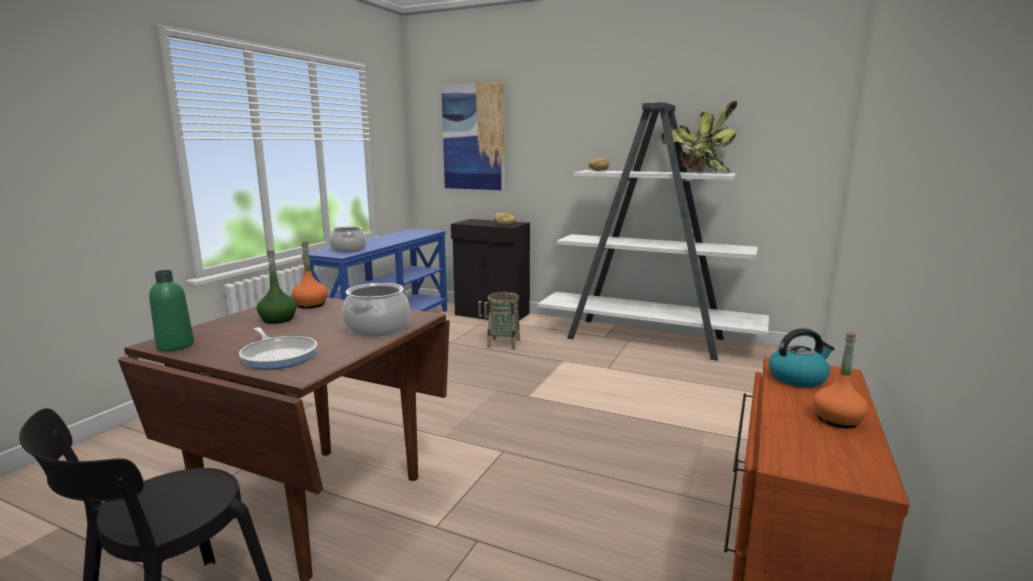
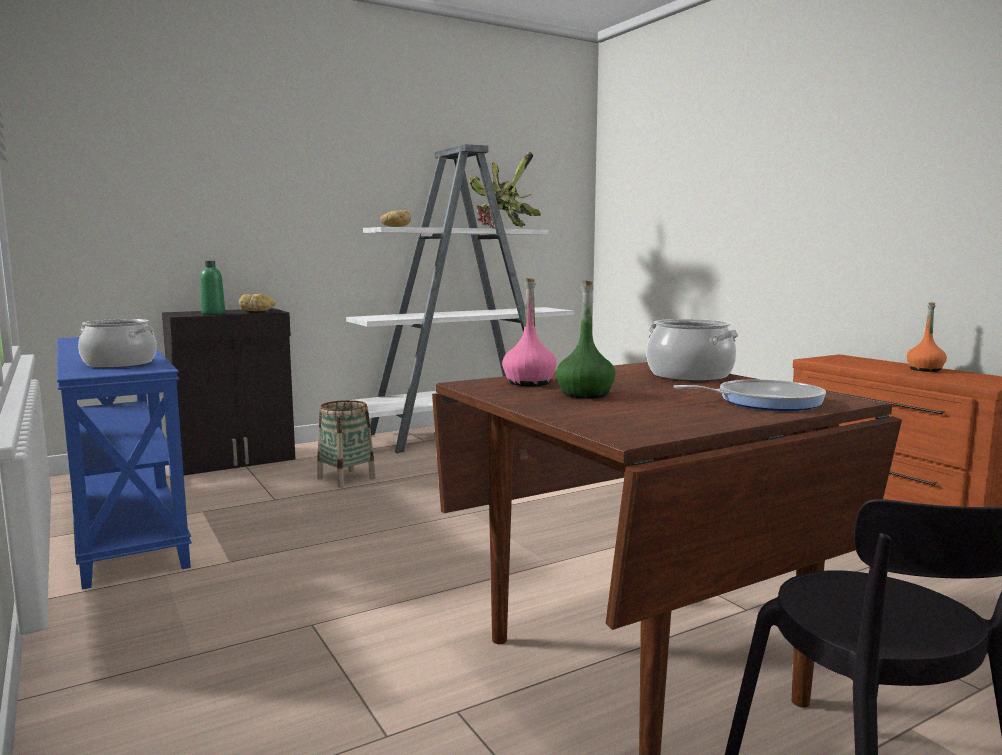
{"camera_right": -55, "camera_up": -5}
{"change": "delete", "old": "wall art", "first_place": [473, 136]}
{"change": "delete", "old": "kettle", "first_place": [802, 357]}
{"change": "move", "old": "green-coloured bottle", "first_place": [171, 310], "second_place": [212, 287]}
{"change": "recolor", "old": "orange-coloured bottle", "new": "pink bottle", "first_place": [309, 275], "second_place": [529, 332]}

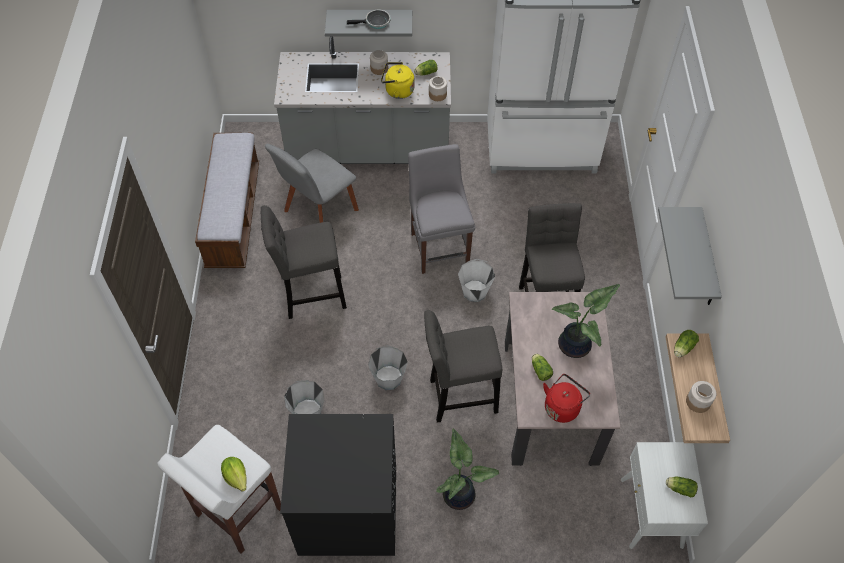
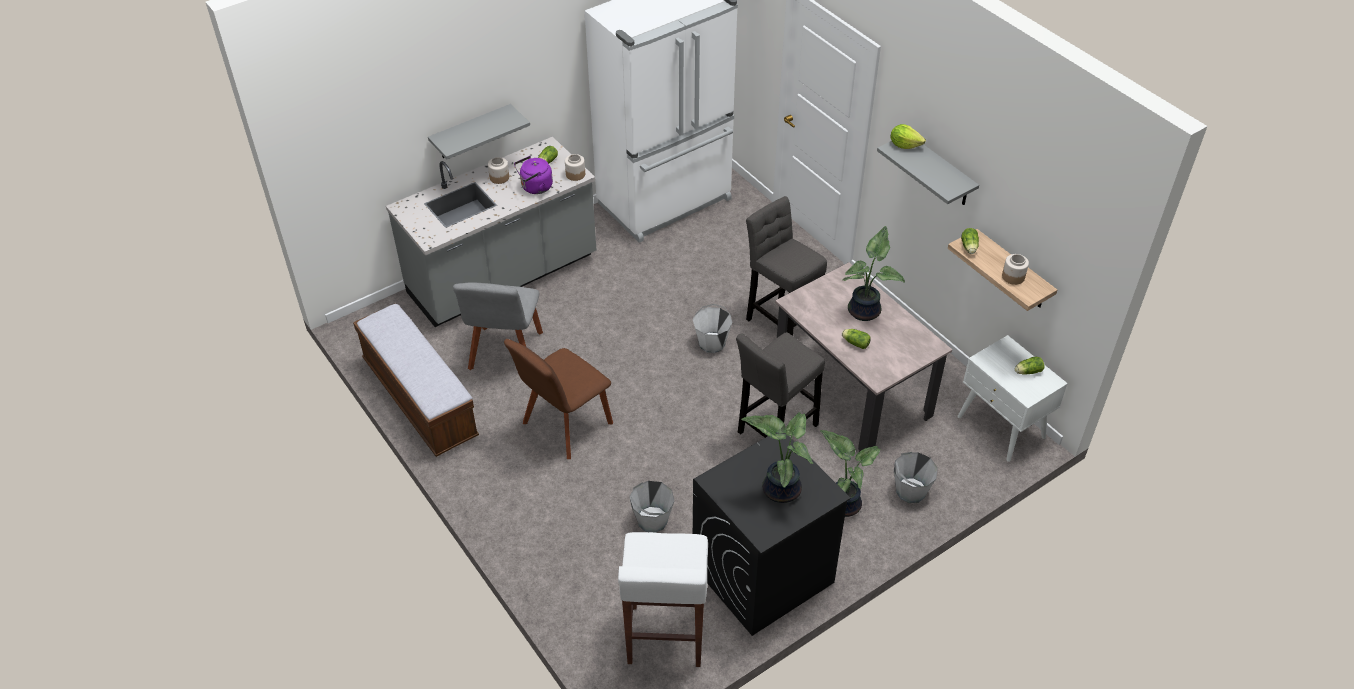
{"camera_right": -35, "camera_up": -10}
{"change": "delete", "old": "skillet", "first_place": [369, 19]}
{"change": "delete", "old": "gray upright chair", "first_place": [441, 209]}
{"change": "delete", "old": "reddish kettle", "first_place": [566, 398]}
{"change": "insert", "new": "potted plant", "second_place": [777, 457]}
{"change": "move", "old": "head of lettuce", "first_place": [234, 474], "second_place": [908, 136]}
{"change": "move", "old": "gray bucket", "first_place": [388, 367], "second_place": [916, 477]}
{"change": "replace", "old": "gray stool seat", "new": "brown upright chair", "first_place": [304, 262], "second_place": [558, 399]}
{"change": "recolor", "old": "yellow-coloured kettle", "new": "purple-coloured kettle", "first_place": [397, 80], "second_place": [533, 175]}

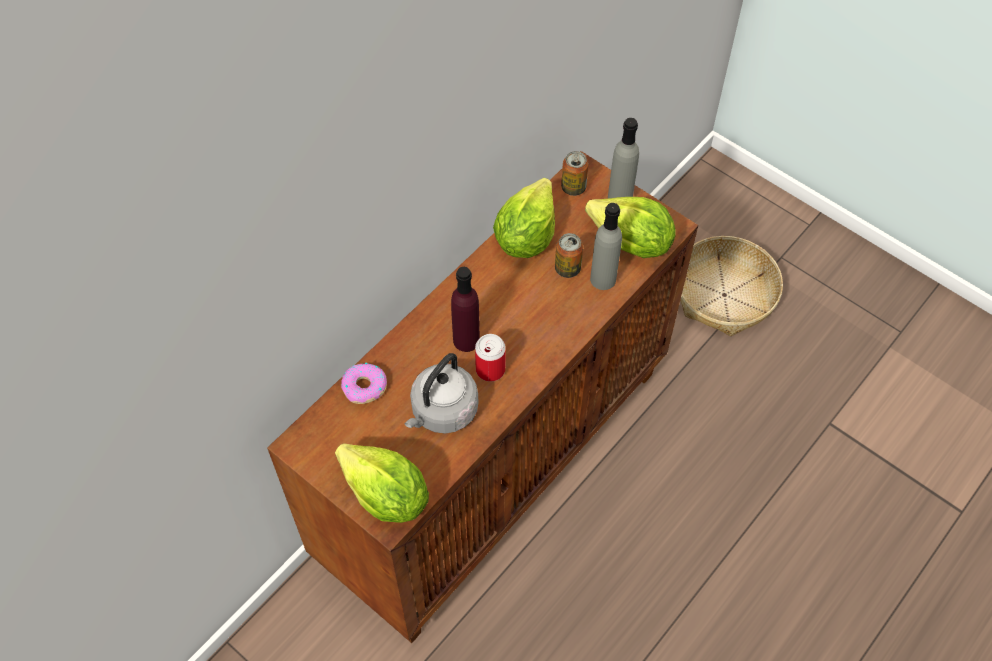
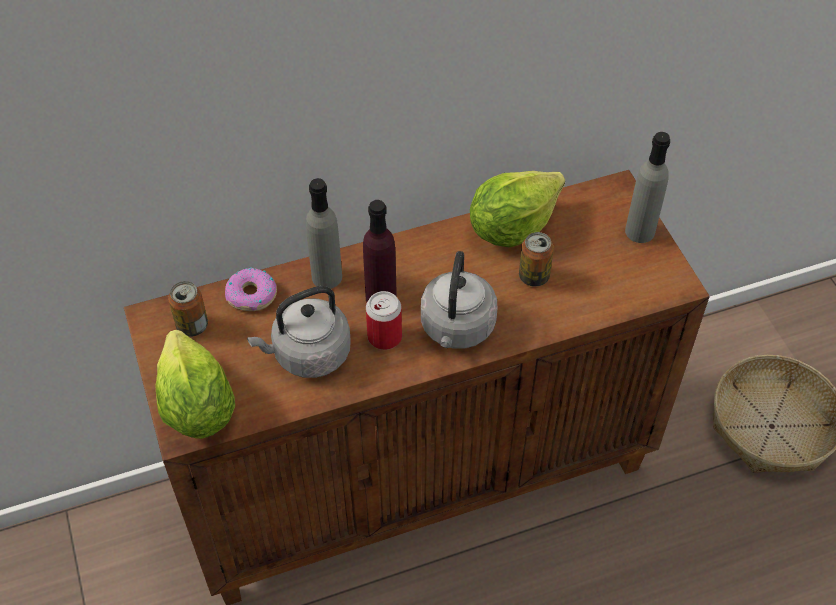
{"camera_right": 30, "camera_up": -5}
{"change": "delete", "old": "head of lettuce", "first_place": [630, 227]}
{"change": "insert", "new": "gray kettle", "second_place": [459, 300]}
{"change": "move", "old": "can", "first_place": [575, 173], "second_place": [188, 309]}
{"change": "move", "old": "gray bottle", "first_place": [606, 246], "second_place": [324, 233]}

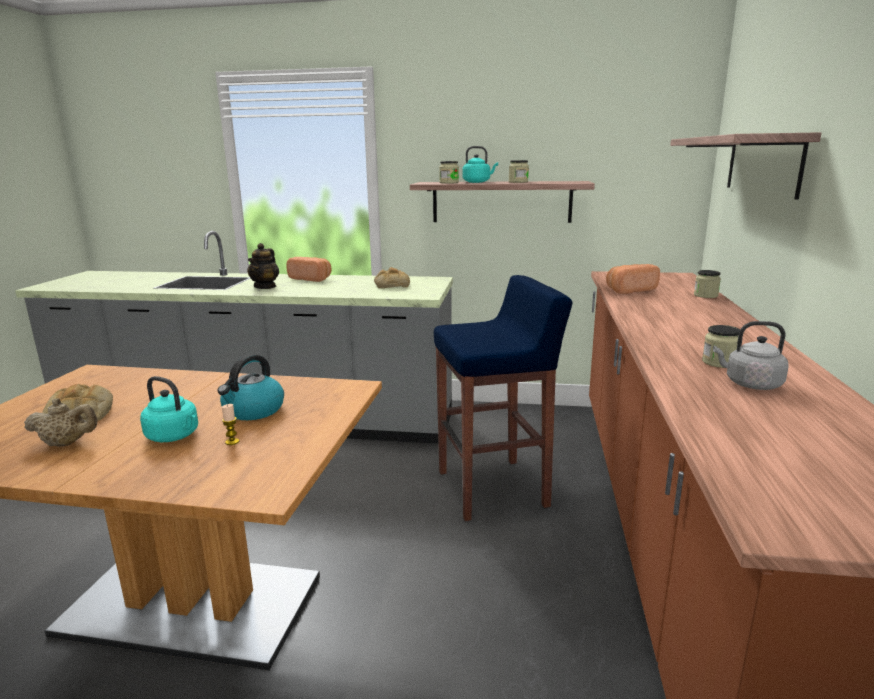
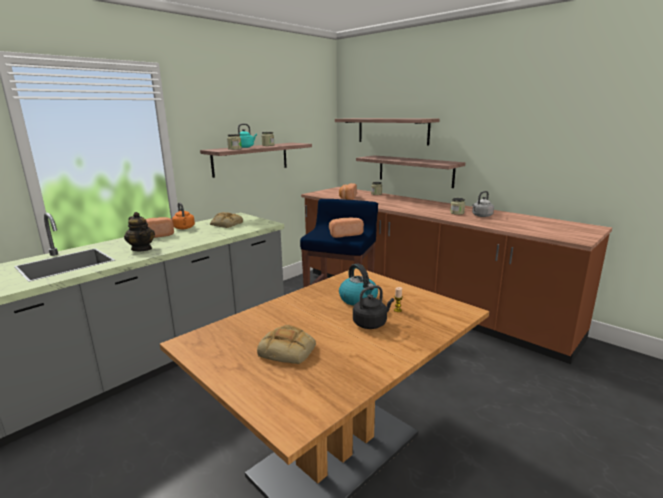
{"camera_right": -55, "camera_up": 0}
{"change": "delete", "old": "beige-coloured teapot", "first_place": [60, 422]}
{"change": "insert", "new": "orange-coloured kettle", "second_place": [183, 215]}
{"change": "insert", "new": "bakery bread", "second_place": [346, 227]}
{"change": "insert", "new": "shelf", "second_place": [410, 171]}
{"change": "recolor", "old": "blue-green kettle", "new": "blackish kettle", "first_place": [169, 409], "second_place": [373, 307]}

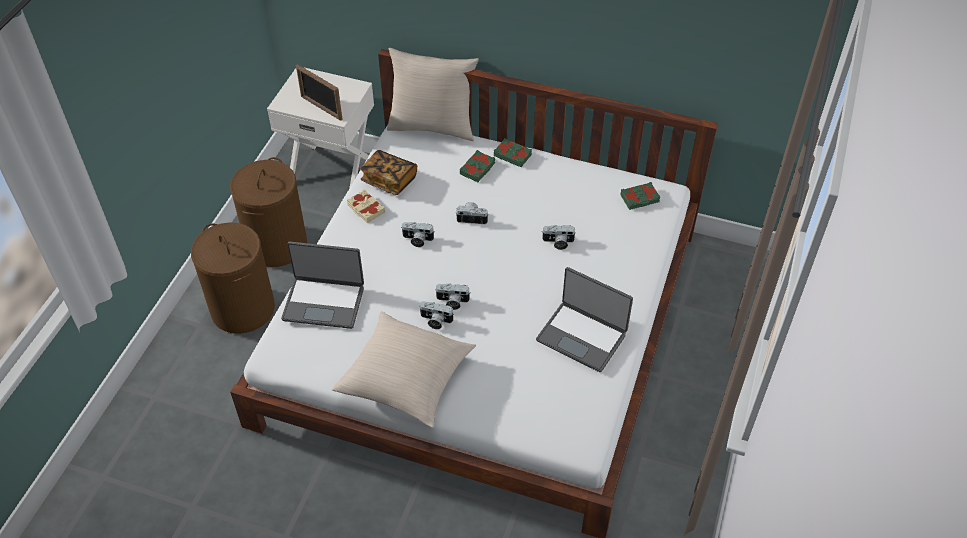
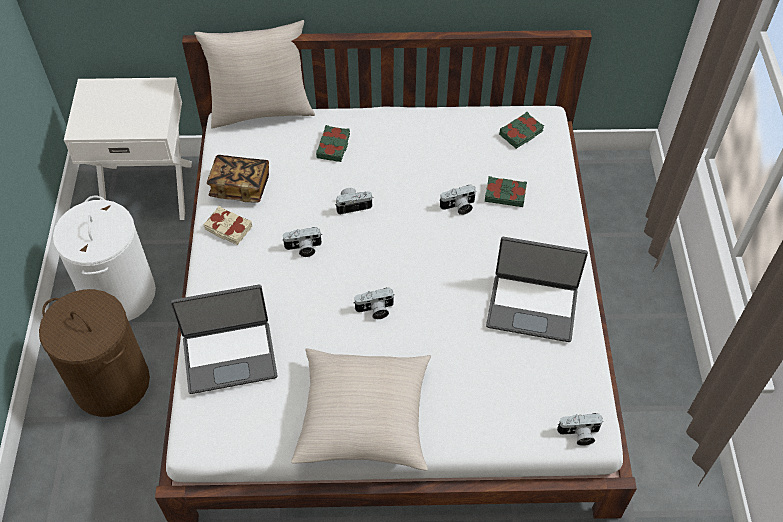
{"camera_right": -20, "camera_up": 5}
{"change": "delete", "old": "photo frame", "first_place": [319, 92]}
{"change": "move", "old": "still camera", "first_place": [436, 315], "second_place": [580, 429]}
{"change": "move", "old": "green-coloured volume", "first_place": [513, 152], "second_place": [506, 191]}
{"change": "recolor", "old": "brown laundry basket", "new": "whitish laundry basket", "first_place": [268, 212], "second_place": [104, 258]}

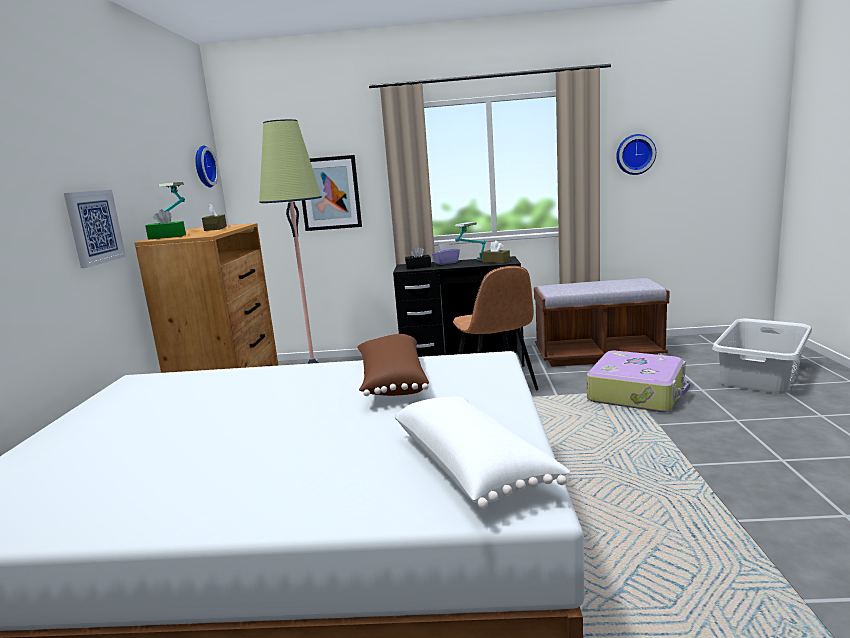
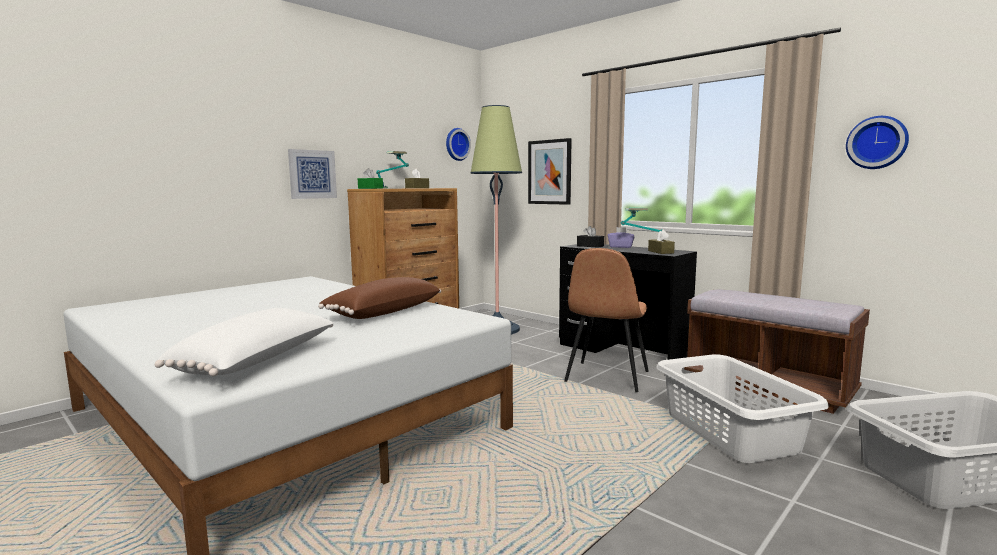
{"camera_right": 40, "camera_up": -5}
{"change": "replace", "old": "travel case", "new": "whitish laundry basket", "first_place": [638, 381], "second_place": [742, 408]}

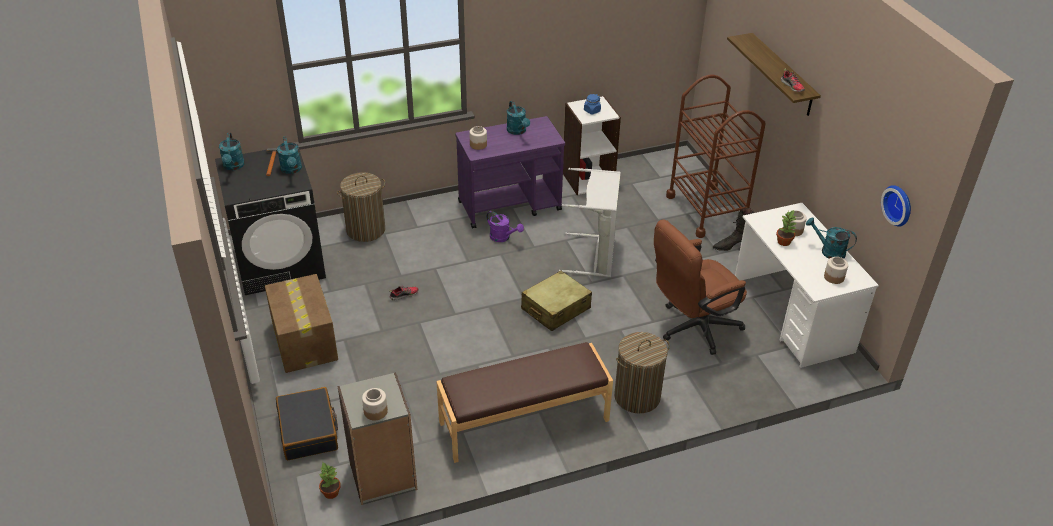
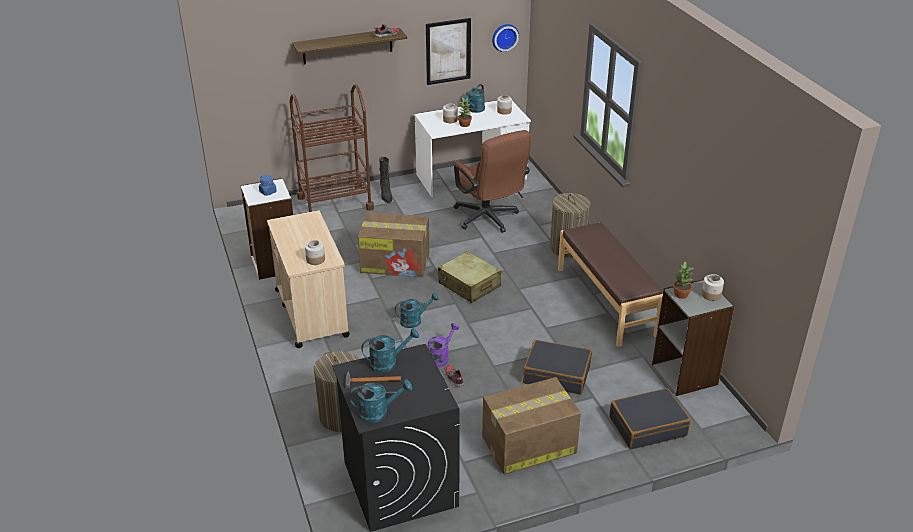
{"camera_right": -90, "camera_up": -5}
{"change": "insert", "new": "wall art", "second_place": [448, 51]}
{"change": "insert", "new": "blackish travel case", "second_place": [557, 367]}
{"change": "move", "old": "potted plant", "first_place": [330, 481], "second_place": [683, 280]}
{"change": "move", "old": "purple-coloured watering pot", "first_place": [505, 226], "second_place": [443, 345]}
{"change": "move", "old": "blue-green watering pot", "first_place": [518, 118], "second_place": [417, 310]}
{"change": "replace", "old": "gray laundry basket", "new": "cardboard box", "first_place": [590, 222], "second_place": [394, 244]}
{"change": "recolor", "old": "purple-coloured cart", "new": "beige-coloured cart", "first_place": [510, 172], "second_place": [308, 279]}

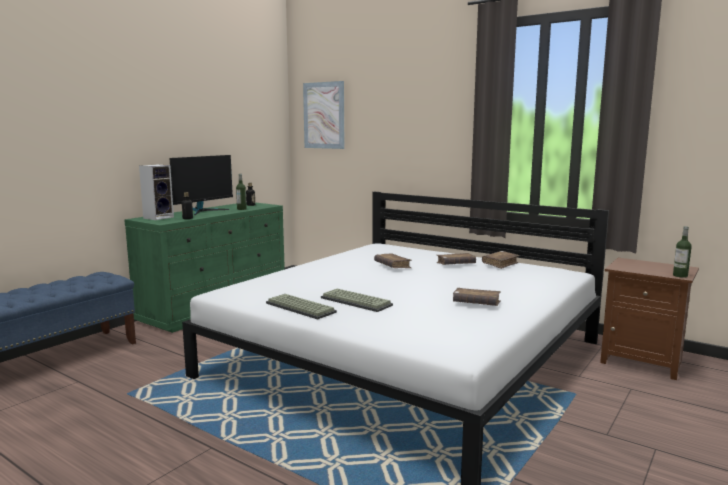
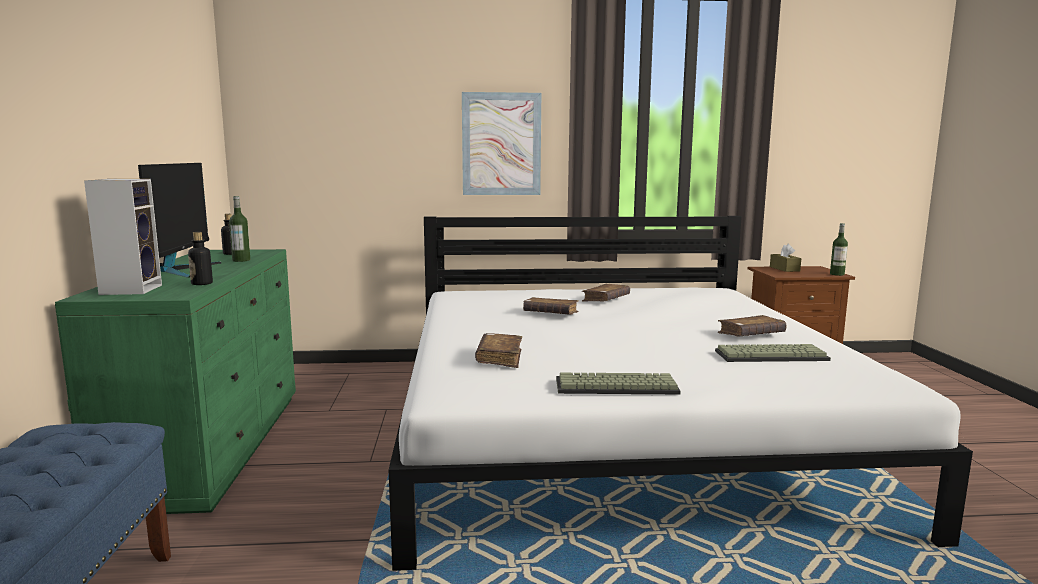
{"camera_right": -40, "camera_up": 0}
{"change": "insert", "new": "brown tissue box", "second_place": [785, 258]}
{"change": "move", "old": "wall art", "first_place": [323, 115], "second_place": [501, 143]}
{"change": "move", "old": "PC keyboard", "first_place": [357, 300], "second_place": [773, 353]}
{"change": "move", "old": "brown volume", "first_place": [500, 260], "second_place": [498, 350]}

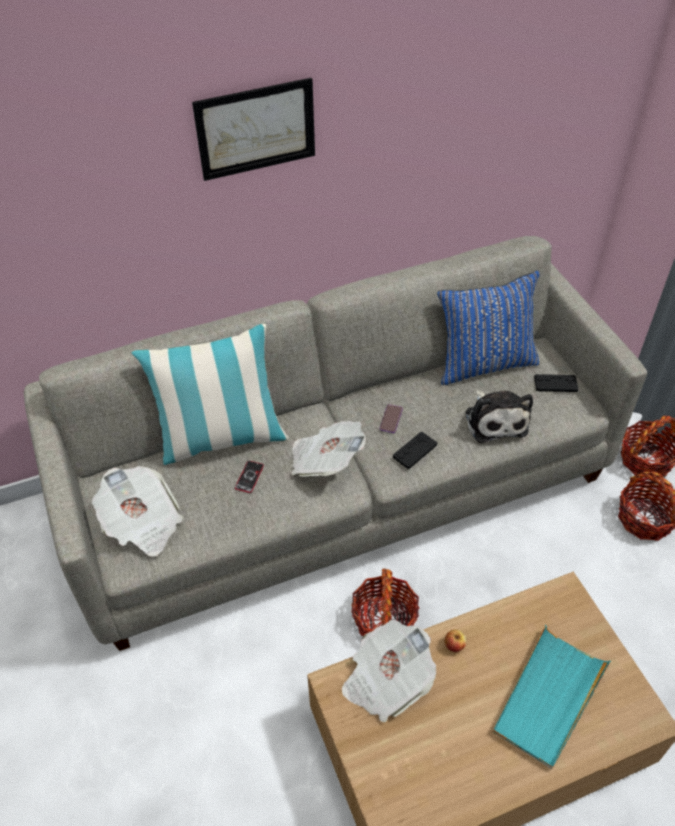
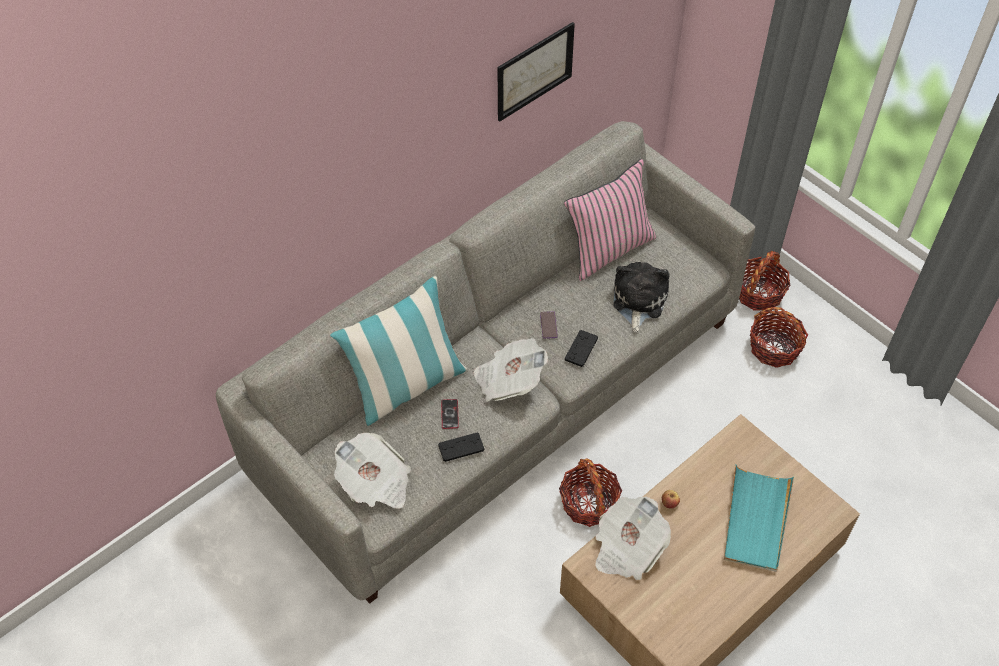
{"camera_right": -20, "camera_up": 5}
{"change": "move", "old": "wall art", "first_place": [253, 129], "second_place": [536, 72]}
{"change": "move", "old": "blackish game controller", "first_place": [556, 383], "second_place": [461, 447]}
{"change": "recolor", "old": "bluish pillow", "new": "pink pillow", "first_place": [488, 327], "second_place": [610, 220]}
{"change": "rotate", "old": "cuddly toy", "first_place": [499, 416], "second_place": [641, 297], "degrees": -135}

